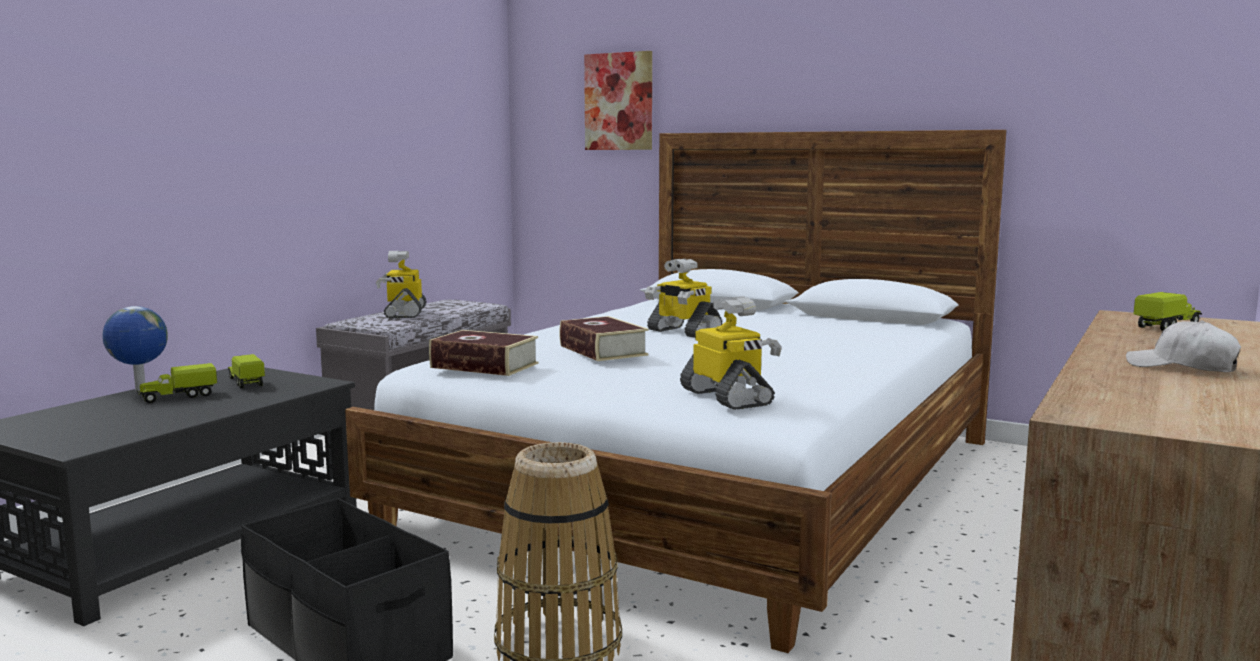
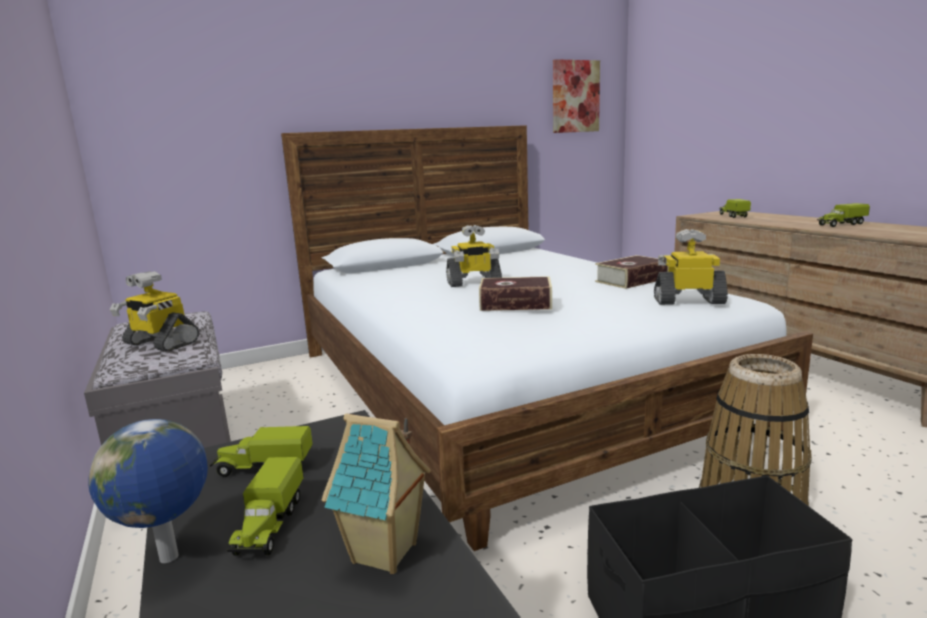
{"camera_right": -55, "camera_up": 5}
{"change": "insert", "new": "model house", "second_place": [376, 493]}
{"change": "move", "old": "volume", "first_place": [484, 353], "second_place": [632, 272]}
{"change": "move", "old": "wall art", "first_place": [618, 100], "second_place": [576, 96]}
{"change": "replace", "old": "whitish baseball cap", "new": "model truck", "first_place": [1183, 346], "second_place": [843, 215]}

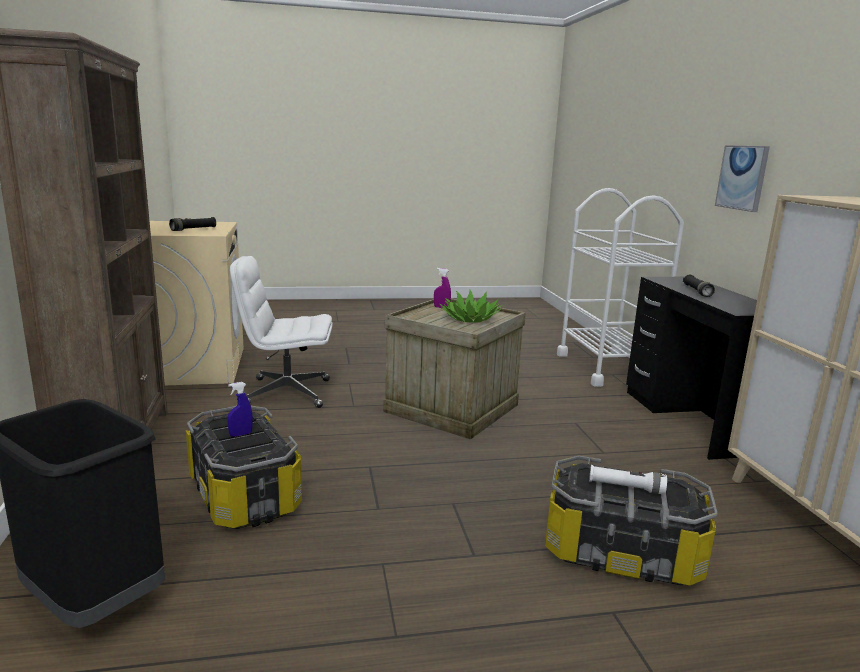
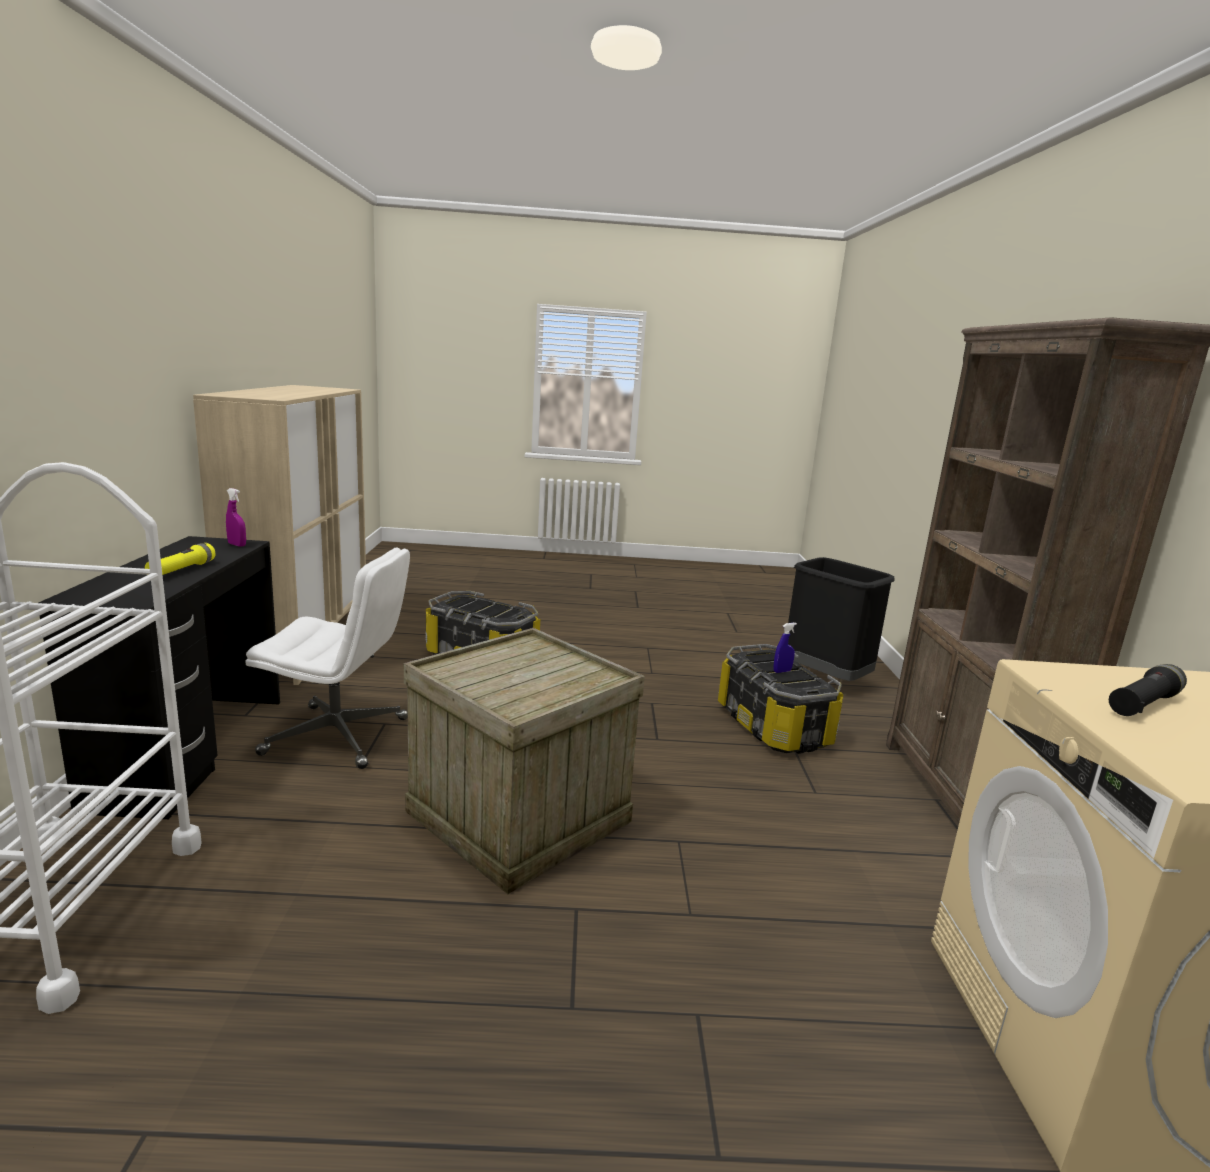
{"camera_right": -170, "camera_up": 0}
{"change": "delete", "old": "potted plant", "first_place": [471, 306]}
{"change": "delete", "old": "whitish hand torch", "first_place": [628, 479]}
{"change": "delete", "old": "wall art", "first_place": [742, 178]}
{"change": "move", "old": "whitish computer chair", "first_place": [281, 332], "second_place": [328, 658]}
{"change": "move", "old": "purple-coloured sprayer", "first_place": [442, 288], "second_place": [236, 517]}
{"change": "recolor", "old": "blackish hand torch", "new": "yellow-coloured hand torch", "first_place": [699, 285], "second_place": [180, 559]}

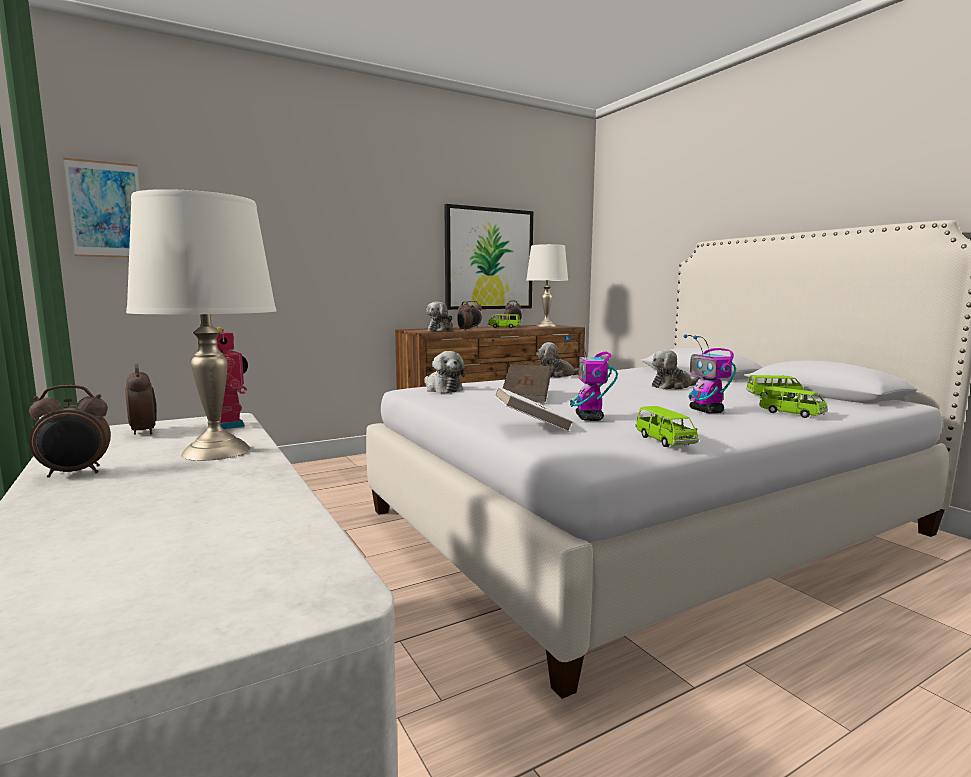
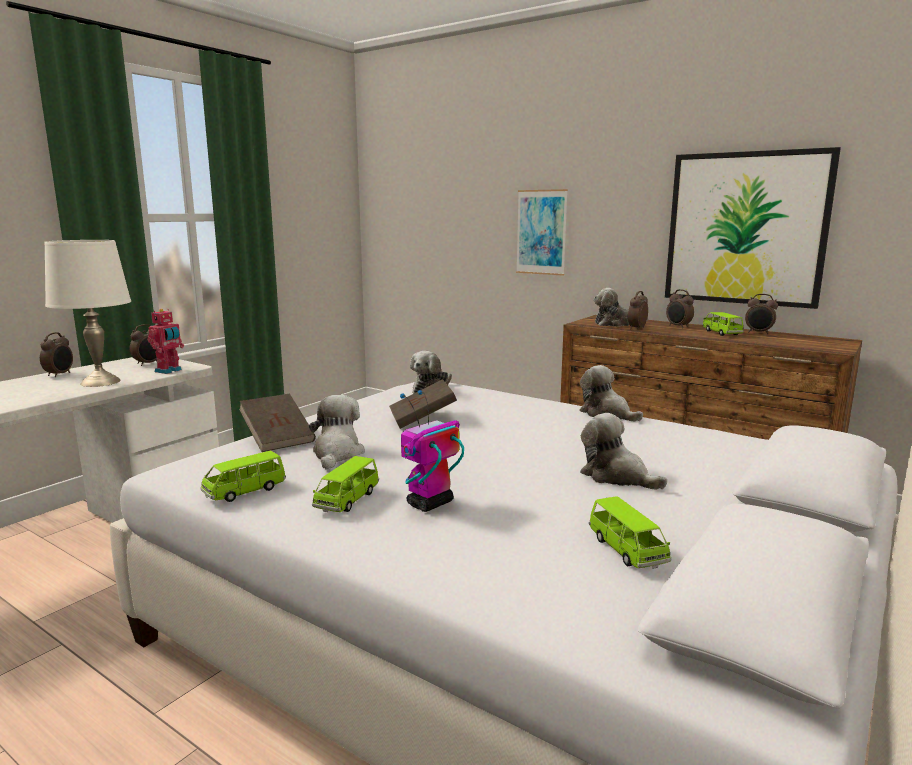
{"camera_right": 65, "camera_up": 5}
{"change": "delete", "old": "whitish lamp for a table", "first_place": [547, 285]}
{"change": "move", "old": "wall art", "first_place": [101, 208], "second_place": [542, 232]}
{"change": "move", "old": "green-coloured model car", "first_place": [793, 402], "second_place": [345, 484]}
{"change": "replace", "old": "toy robot", "new": "cuddly toy", "first_place": [591, 378], "second_place": [337, 432]}
{"change": "recolor", "old": "whitish volume", "new": "brown volume", "first_place": [534, 409], "second_place": [277, 423]}
{"change": "rotate", "old": "alarm clock", "first_place": [70, 431], "second_place": [56, 354], "degrees": -120}

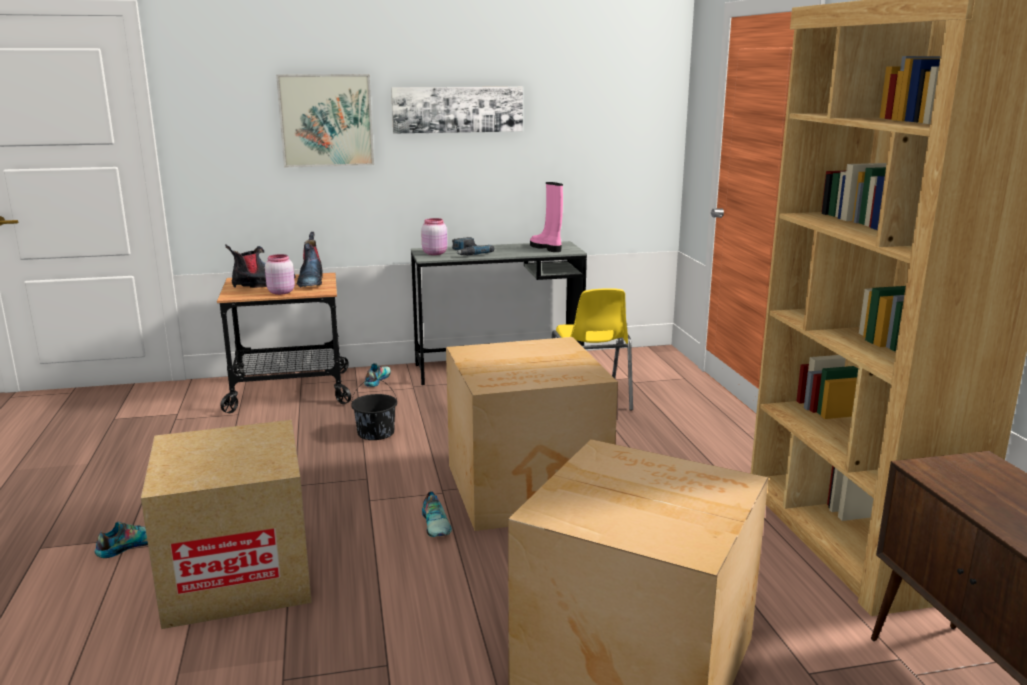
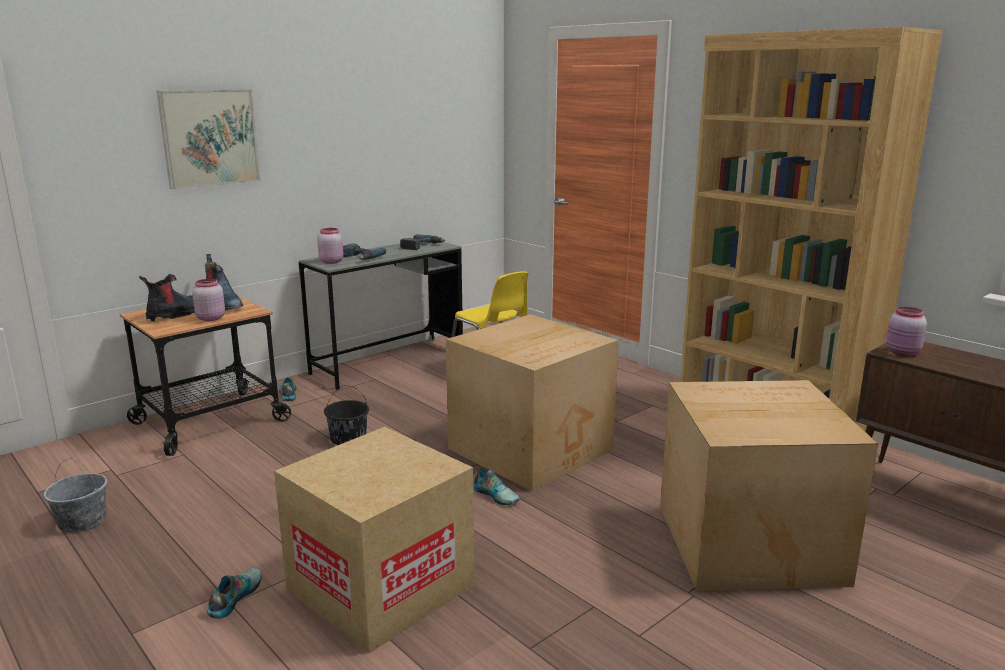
{"camera_right": -30, "camera_up": 0}
{"change": "delete", "old": "wall art", "first_place": [457, 110]}
{"change": "insert", "new": "gray bucket", "second_place": [75, 495]}
{"change": "insert", "new": "pink preserve jar", "second_place": [906, 331]}
{"change": "replace", "old": "pink boot", "new": "drill", "first_place": [546, 217], "second_place": [422, 242]}

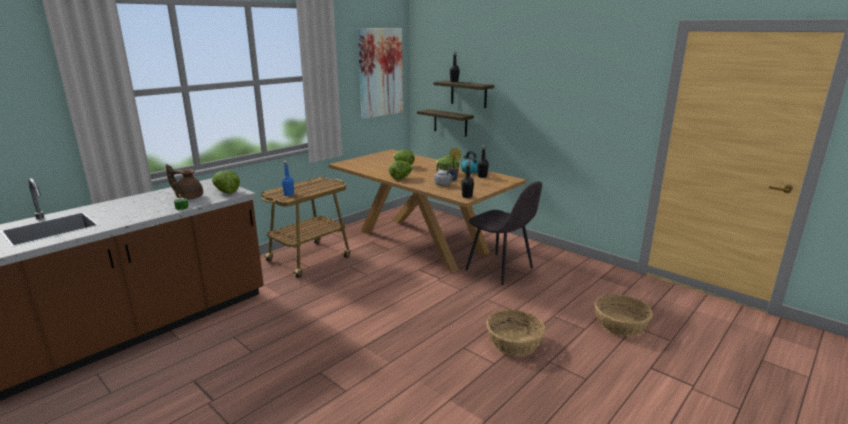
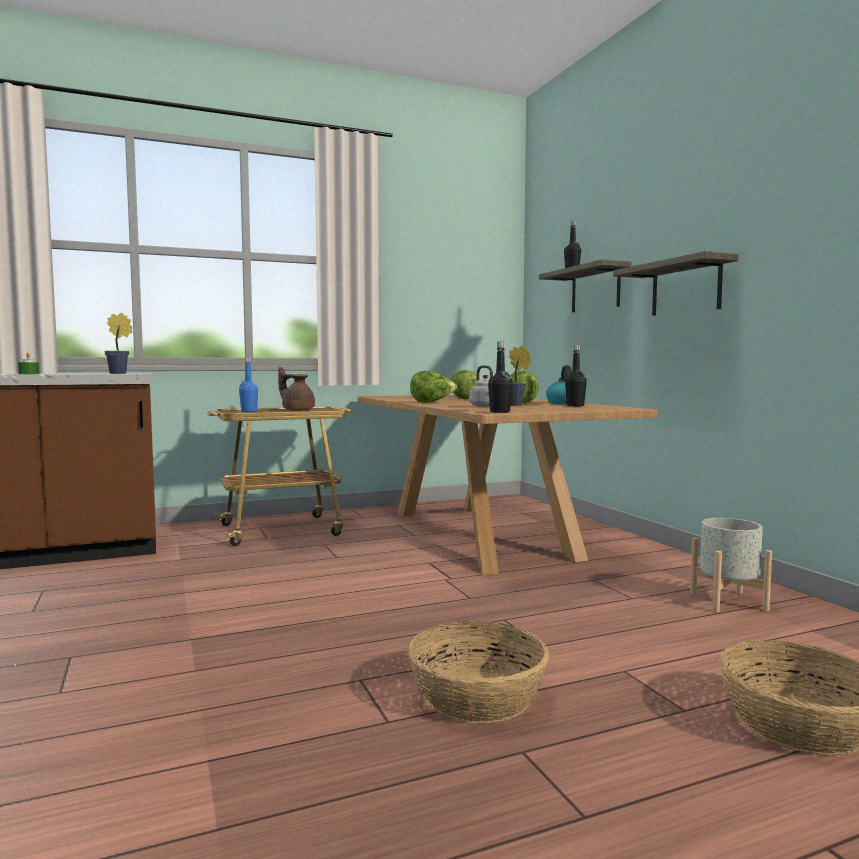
{"camera_right": 25, "camera_up": -15}
{"change": "delete", "old": "wall art", "first_place": [380, 73]}
{"change": "delete", "old": "gray upright chair", "first_place": [504, 233]}
{"change": "insert", "new": "gray flower pot", "second_place": [731, 565]}
{"change": "move", "old": "brown teapot", "first_place": [184, 182], "second_place": [296, 389]}
{"change": "move", "old": "shelf", "first_place": [445, 123], "second_place": [675, 283]}
{"change": "replace", "old": "head of lettuce", "new": "potted plant", "first_place": [226, 181], "second_place": [118, 343]}

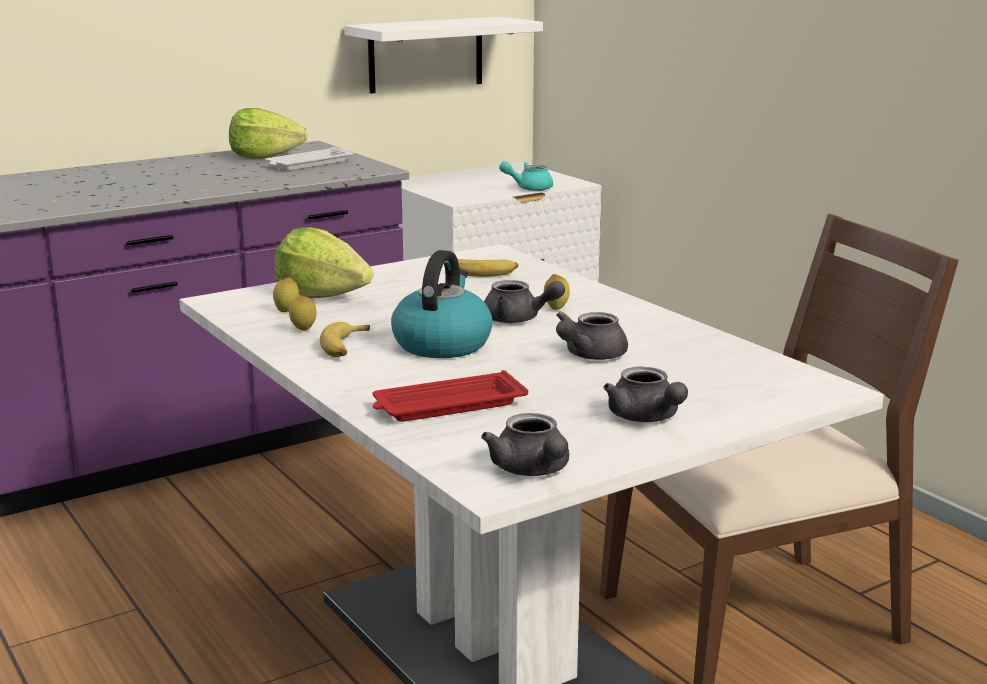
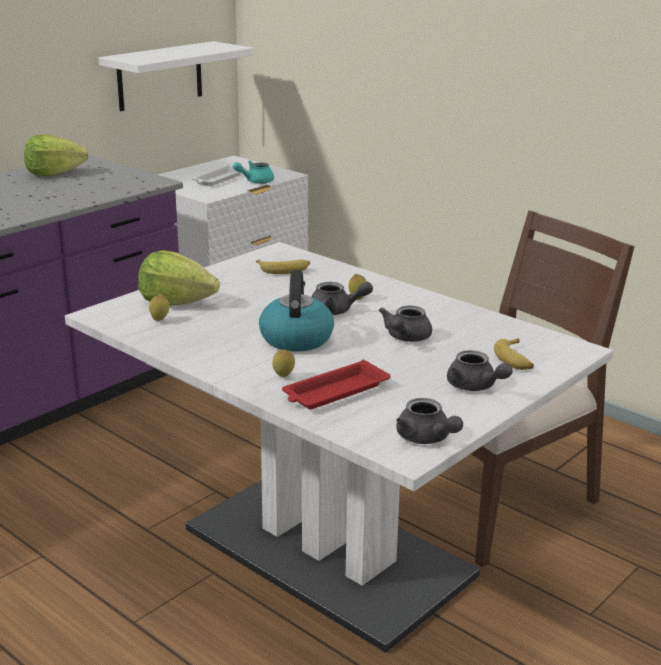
{"camera_right": -15, "camera_up": 5}
{"change": "move", "old": "whitish serving tray", "first_place": [309, 159], "second_place": [219, 175]}
{"change": "move", "old": "citrus fruit", "first_place": [303, 313], "second_place": [283, 363]}
{"change": "move", "old": "whole banana", "first_place": [345, 339], "second_place": [514, 354]}

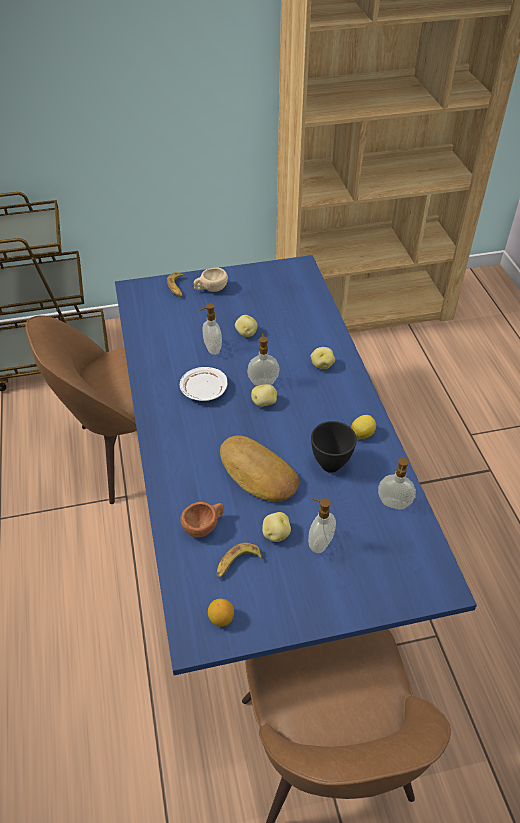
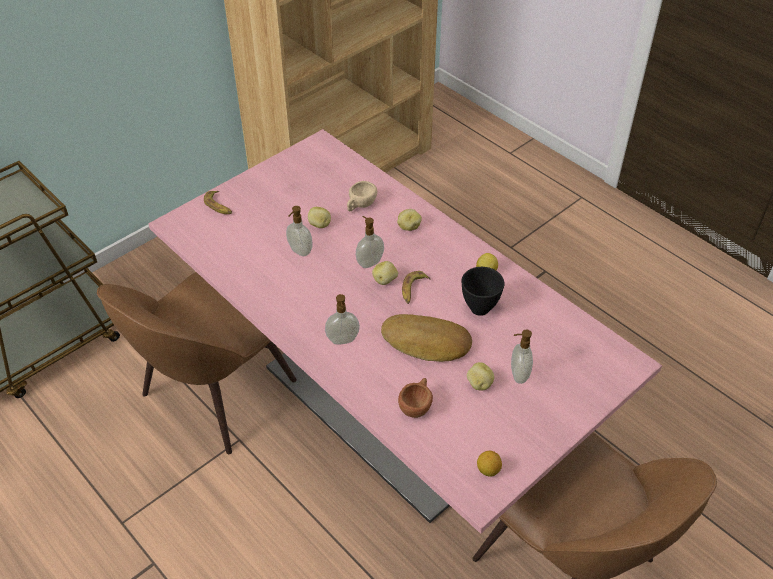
{"camera_right": -30, "camera_up": 0}
{"change": "delete", "old": "whitish dinner plate", "first_place": [204, 384]}
{"change": "move", "old": "beige-coloured small cup", "first_place": [211, 280], "second_place": [362, 196]}
{"change": "move", "old": "whole banana", "first_place": [240, 560], "second_place": [416, 287]}
{"change": "move", "old": "soap dispenser", "first_place": [397, 484], "second_place": [342, 319]}
{"change": "recolor", "old": "bluish dining table", "new": "pink dining table", "first_place": [296, 465], "second_place": [405, 331]}

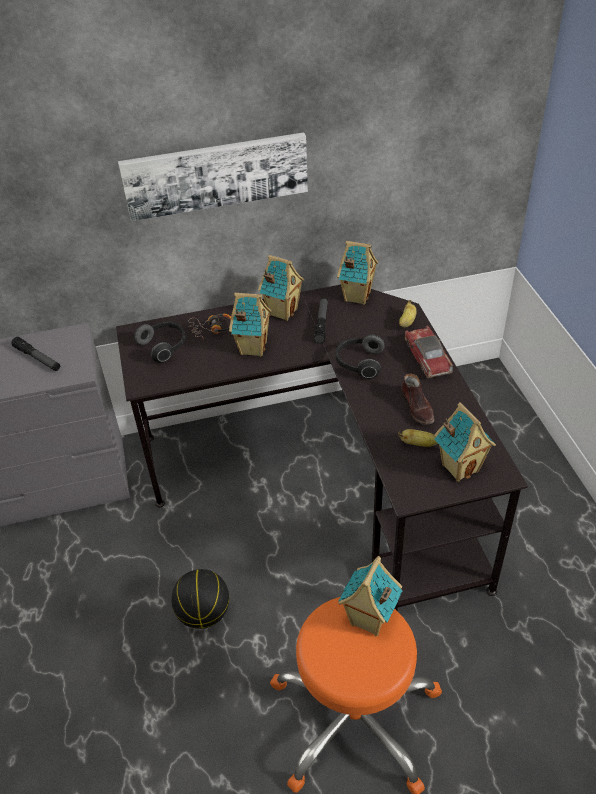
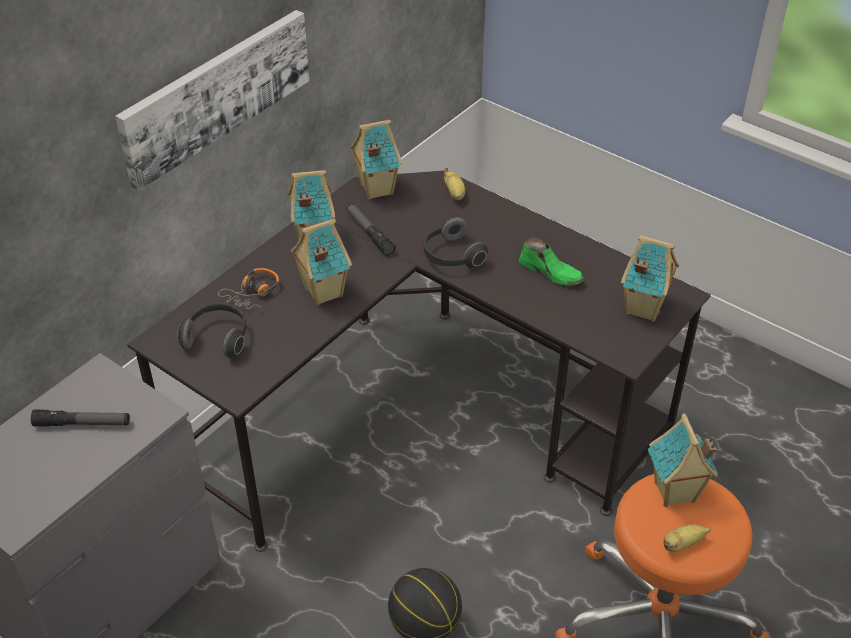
{"camera_right": -40, "camera_up": 0}
{"change": "delete", "old": "model car", "first_place": [429, 351]}
{"change": "move", "old": "whole banana", "first_place": [418, 438], "second_place": [687, 538]}
{"change": "recolor", "old": "brown shoe", "new": "green-coloured shoe", "first_place": [418, 399], "second_place": [551, 261]}

